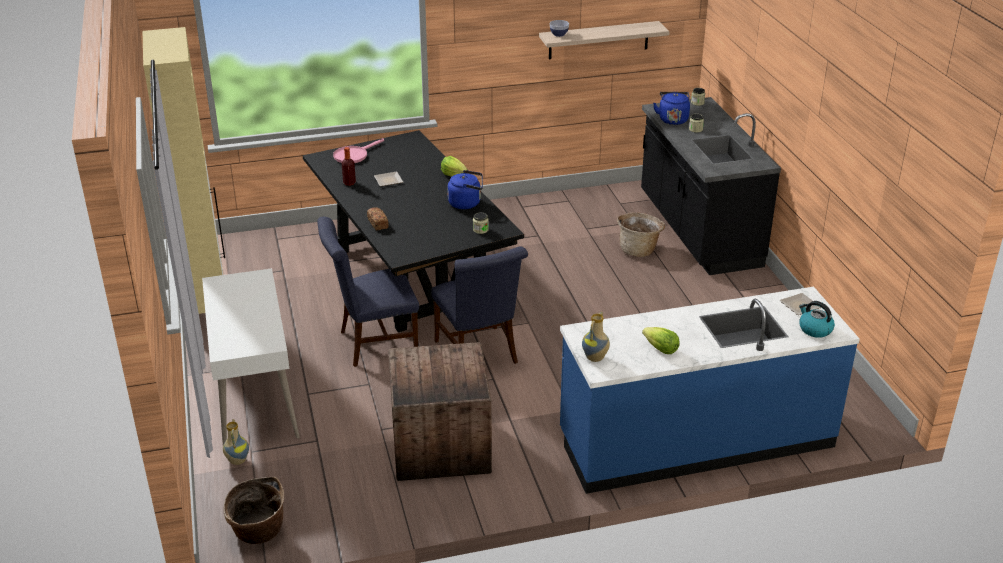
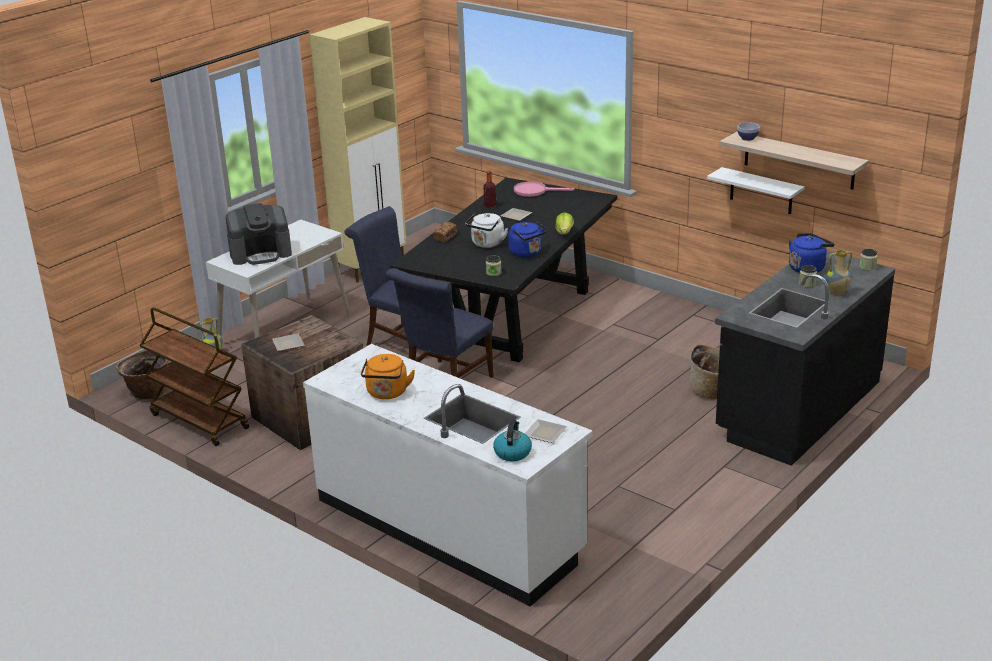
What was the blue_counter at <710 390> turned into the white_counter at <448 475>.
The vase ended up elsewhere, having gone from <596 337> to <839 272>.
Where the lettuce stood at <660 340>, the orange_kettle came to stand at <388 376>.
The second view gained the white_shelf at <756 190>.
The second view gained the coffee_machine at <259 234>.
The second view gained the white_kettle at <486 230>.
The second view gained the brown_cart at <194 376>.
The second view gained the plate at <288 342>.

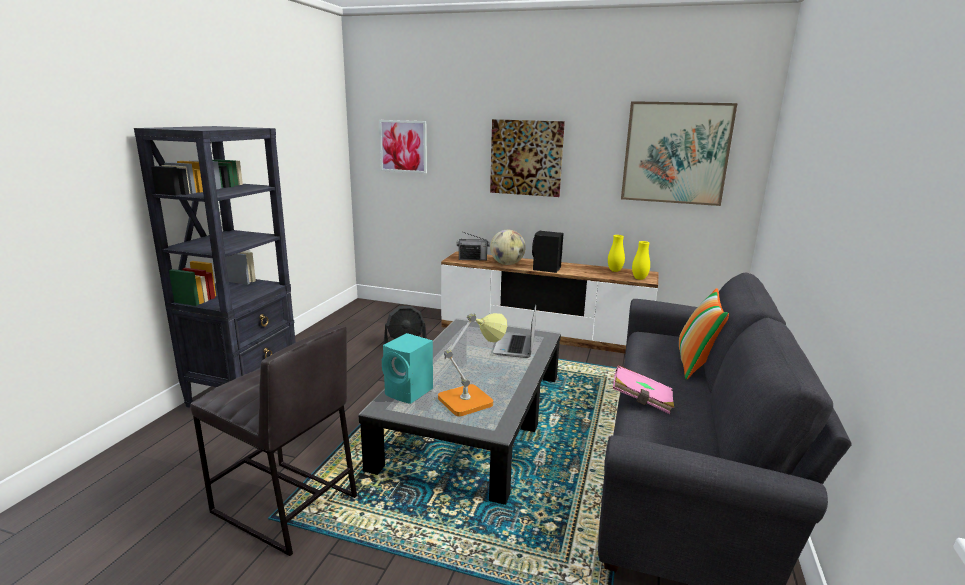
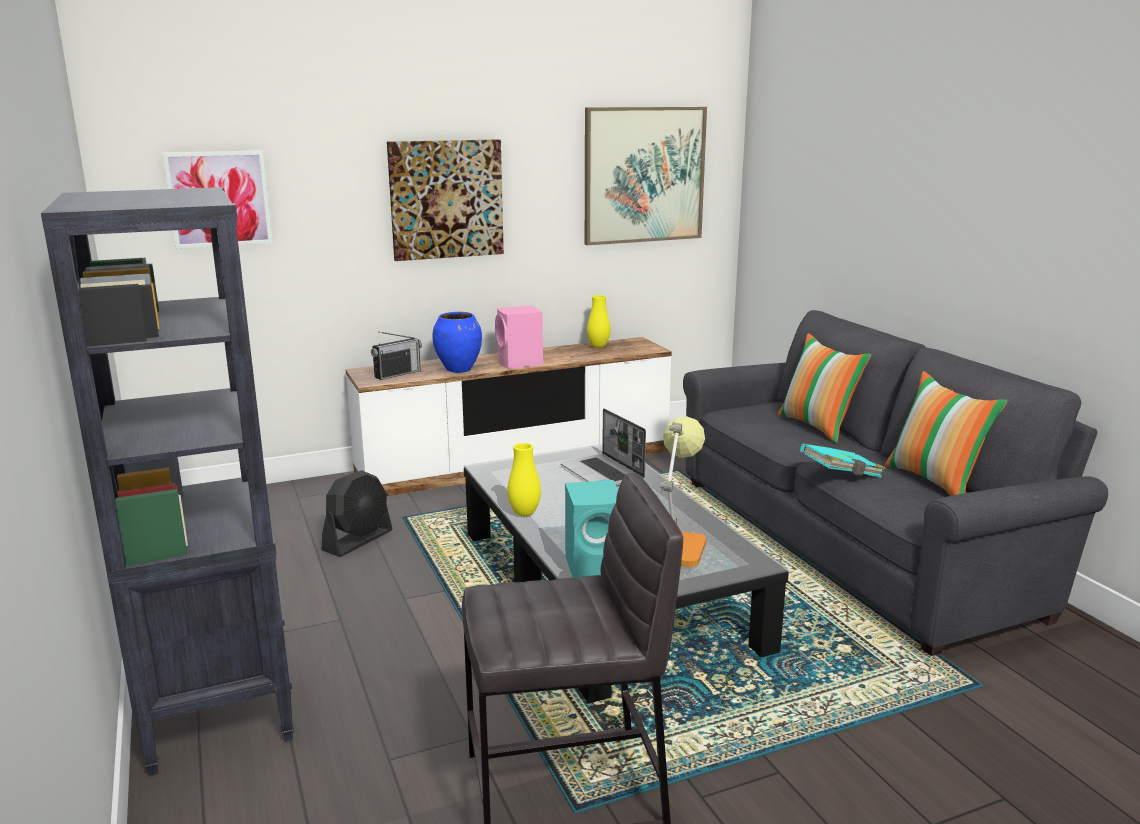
Where the globe stood at <508 247>, the blue_vase came to stand at <457 342>.
What was the black_speaker at <547 252> turned into the pink_speaker at <519 337>.
The yellow_vase ended up elsewhere, having gone from <641 260> to <524 479>.
What was the pink_book at <643 389> turned into the turquoise_book at <843 460>.
The second view gained the pillow at <946 433>.

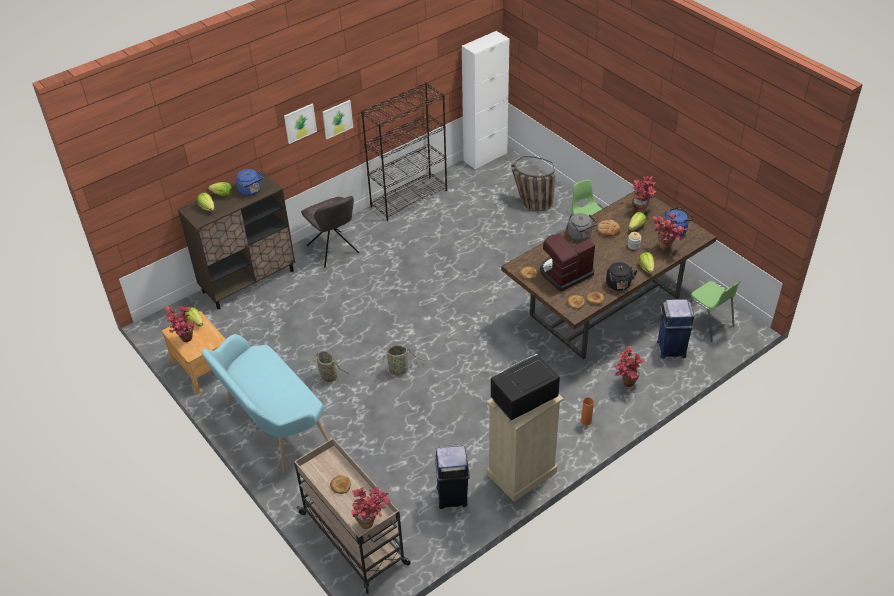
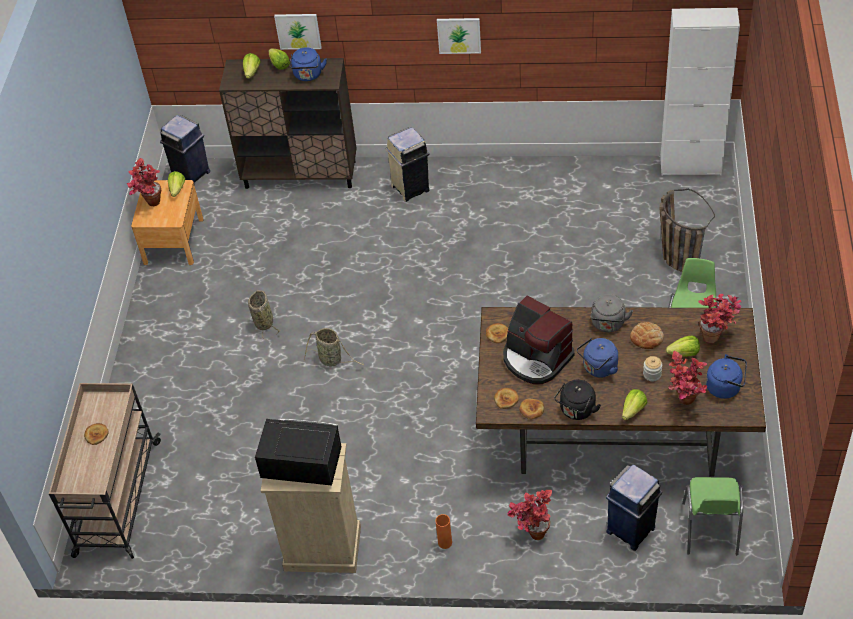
The second view lost the black_bookcase at <404 151>.
The picture ended up elsewhere, having gone from <300 124> to <298 32>.
Where the grey_chair stood at <330 231>, the beige_trash_can came to stand at <407 164>.
The coffee_machine at <567 262> ended up facing another way, 150 degrees counterclockwise from before.
The second view lost the turquoise_bench at <265 403>.
The blue_trash_can ended up elsewhere, having gone from <452 476> to <185 150>.
The second view lost the potted_plant at <371 508>.
The second view gained the blue_kettle at <597 358>.

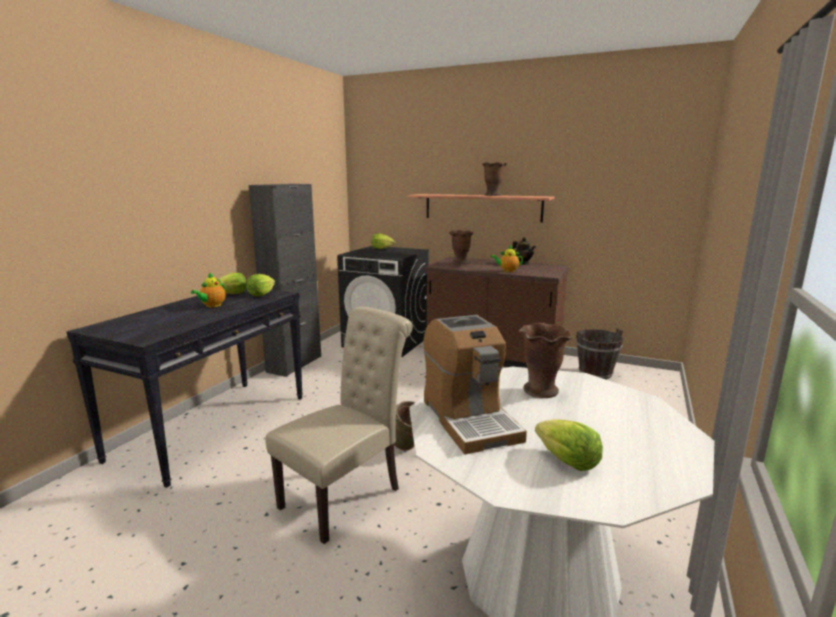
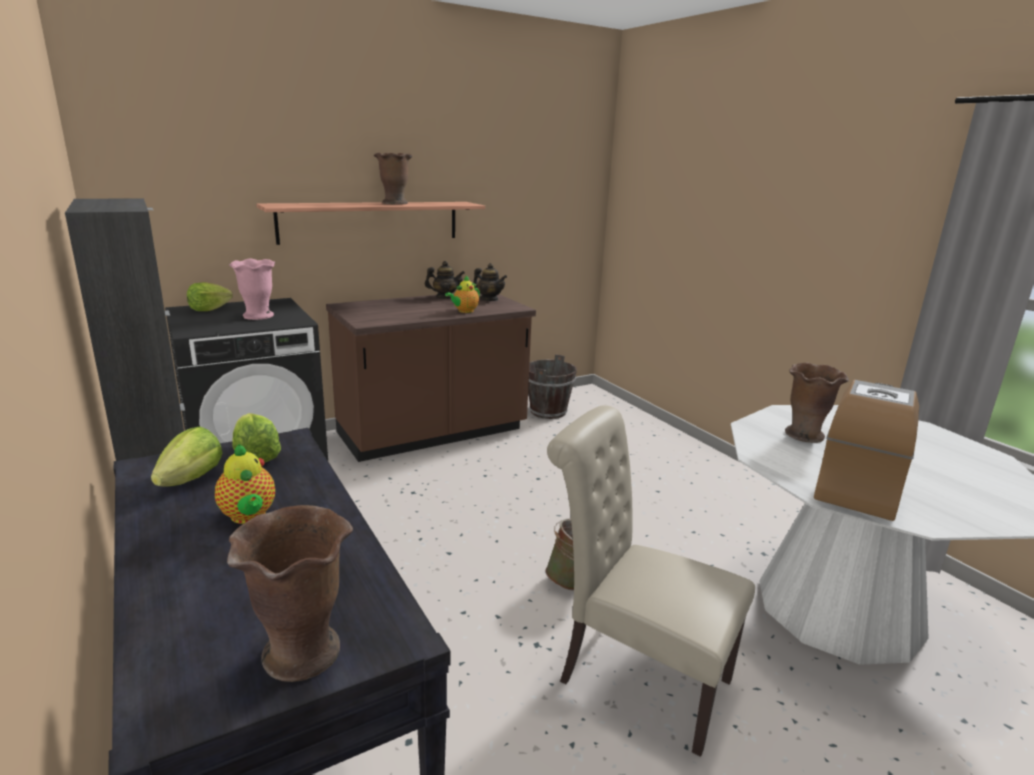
The brown_vase ended up elsewhere, having gone from <461 247> to <290 593>.
The beige_chair at <339 425> ended up facing another way, 45 degrees counterclockwise from before.
The coffee_machine at <475 385> ended up facing another way, 75 degrees counterclockwise from before.
The second view lost the lettuce at <569 445>.
The second view gained the pink_vase at <252 289>.
The second view gained the teapot at <490 282>.

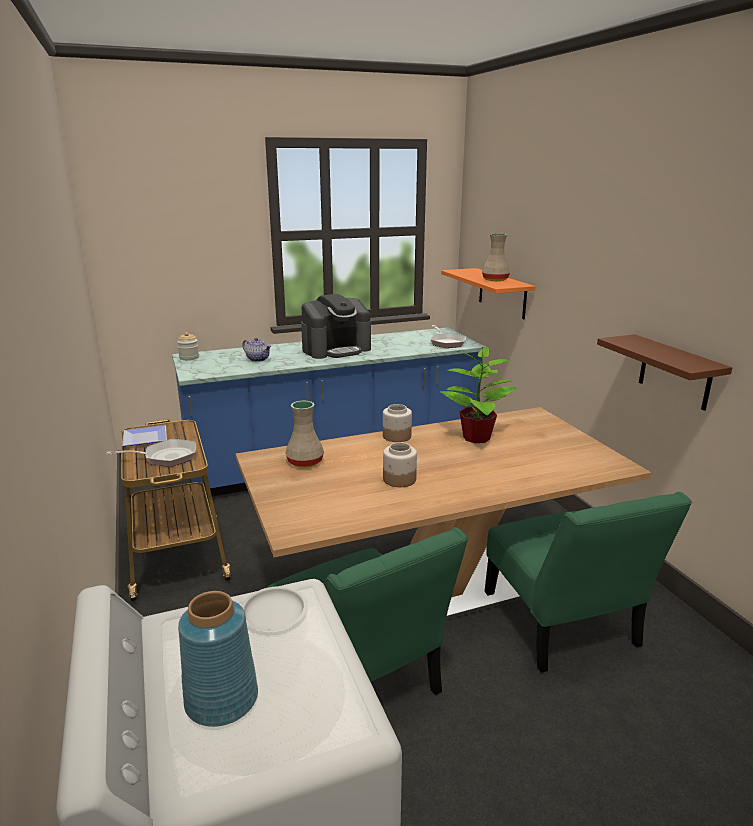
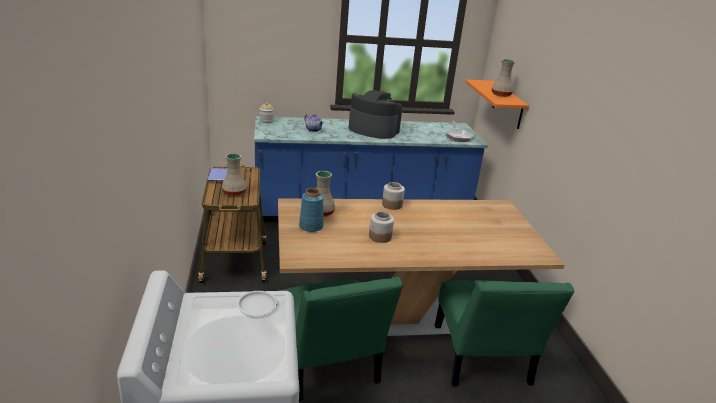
The coffee_machine at <336 326> ended up facing another way, 135 degrees counterclockwise from before.
The second view lost the brown_shelf at <664 372>.
The second view lost the potted_plant at <478 395>.
Where the frying_pan stood at <151 453>, the beige_vase came to stand at <234 174>.
The blue_vase ended up elsewhere, having gone from <218 659> to <311 210>.

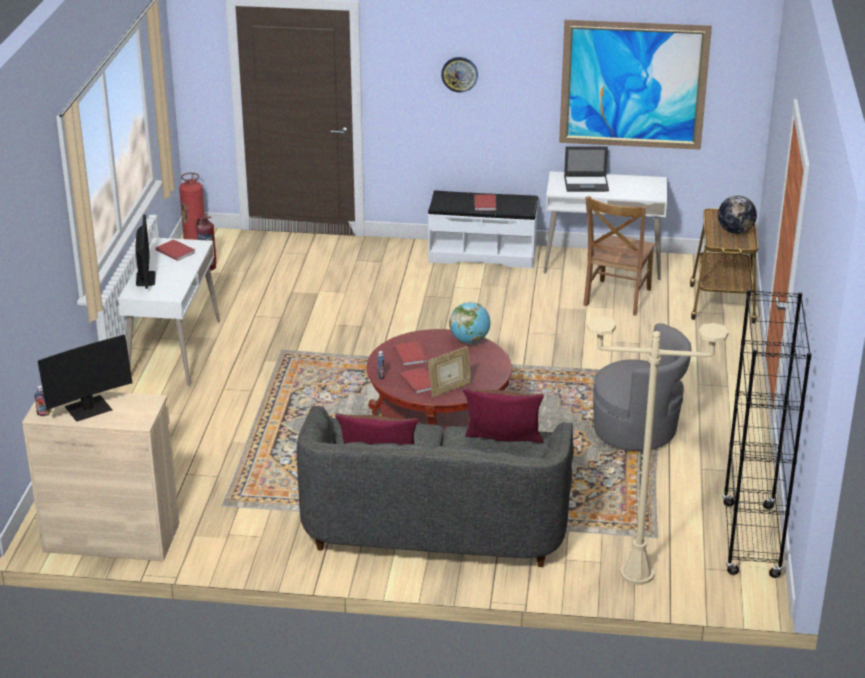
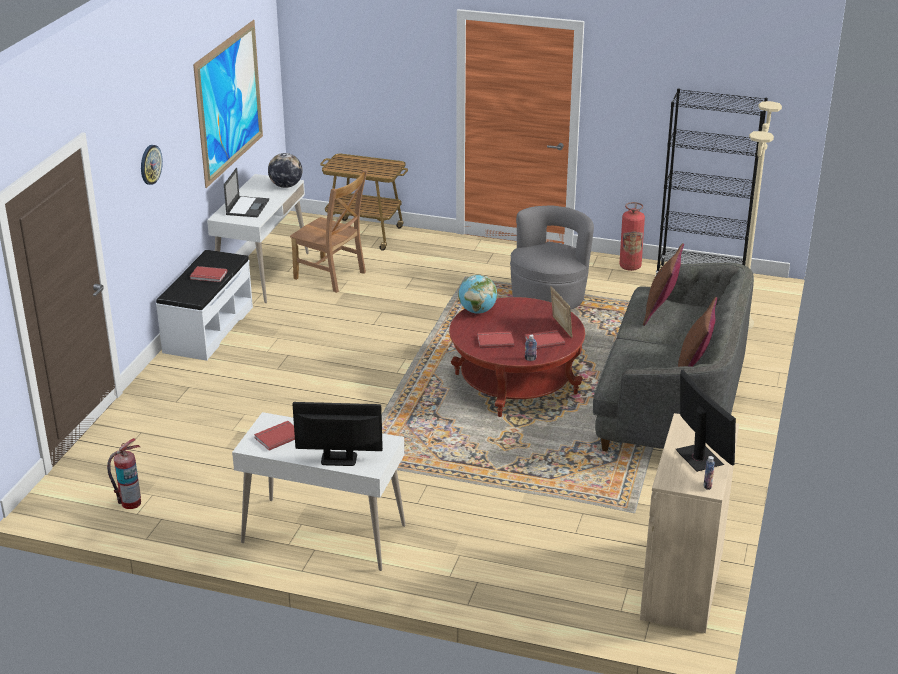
The fire_extinguisher ended up elsewhere, having gone from <192 206> to <632 236>.
The globe ended up elsewhere, having gone from <737 214> to <285 170>.

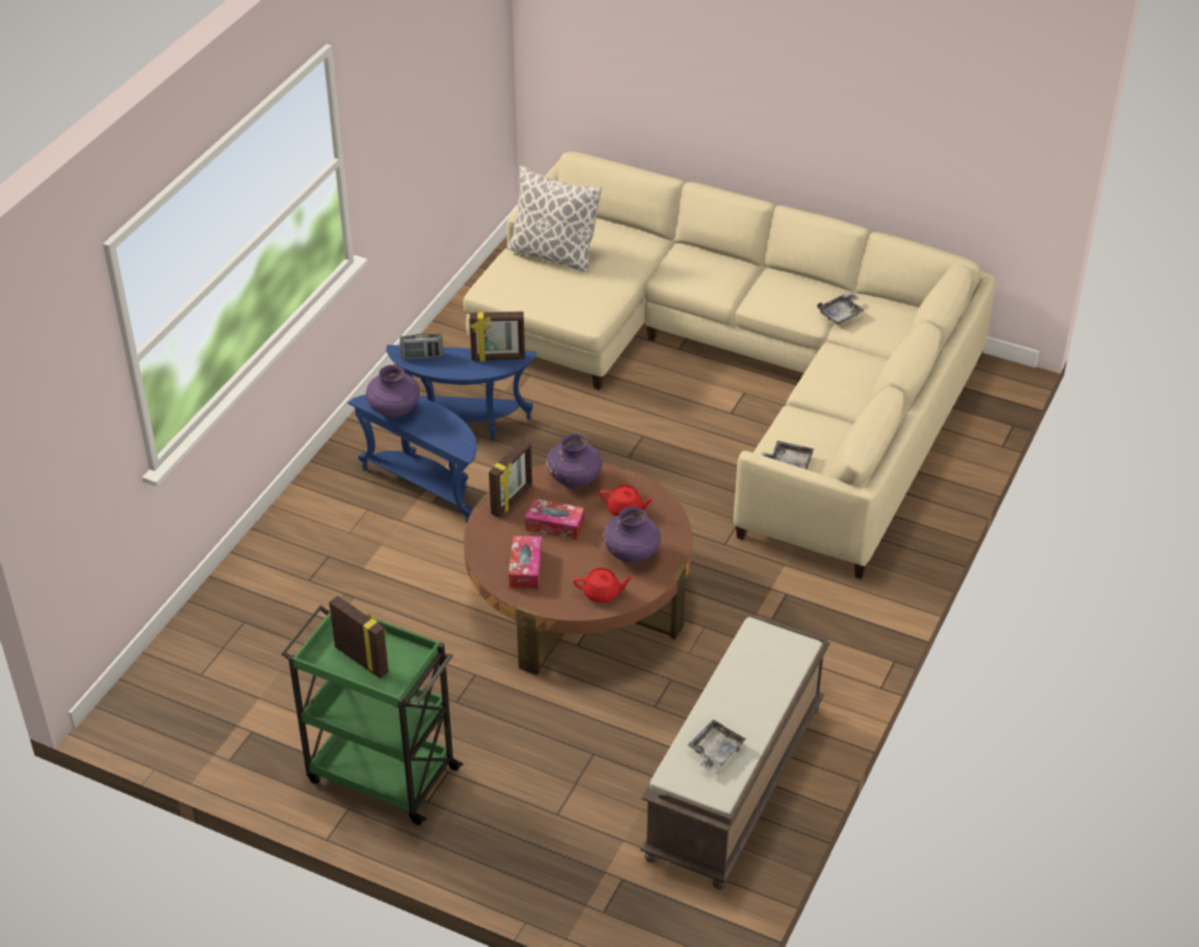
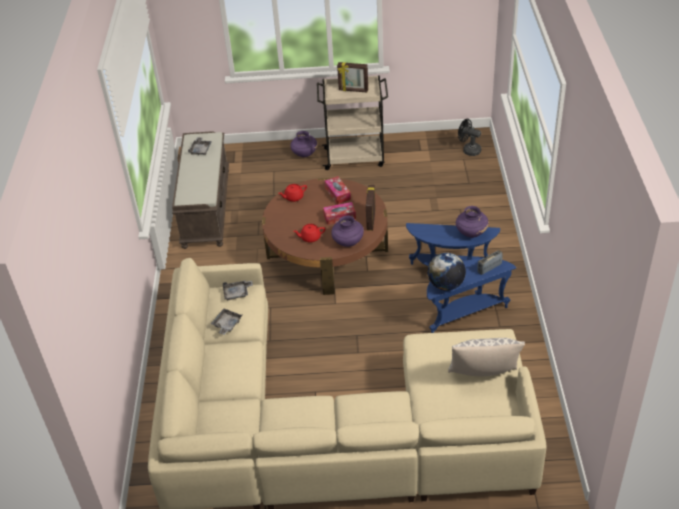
The grey_tray ended up elsewhere, having gone from <841 309> to <226 322>.
Where the picture_frame stood at <497 336>, the globe came to stand at <447 272>.
The purple_vase ended up elsewhere, having gone from <632 535> to <304 144>.
What was the green_cart at <372 715> turned into the beige_cart at <352 122>.
The second view gained the black_fan at <469 137>.

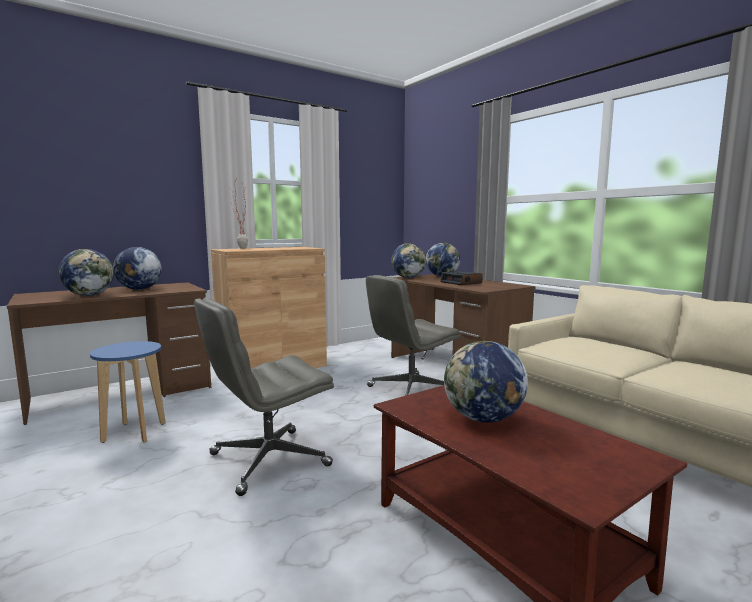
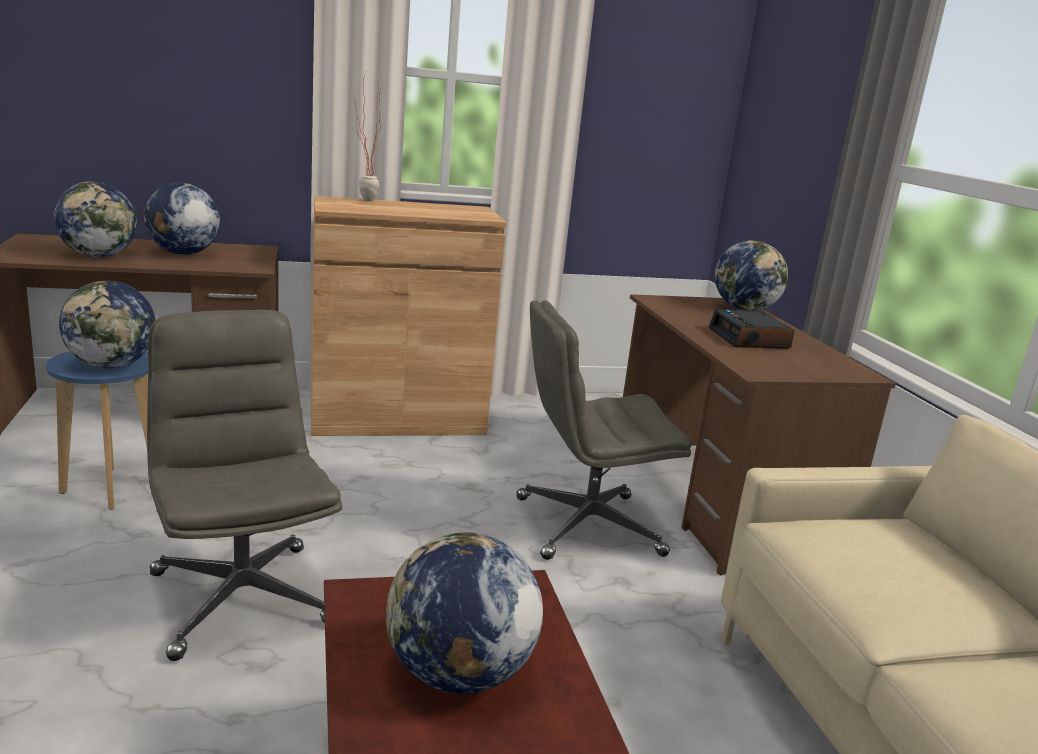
The globe ended up elsewhere, having gone from <408 260> to <107 324>.
The grey_office_chair at <264 396> ended up facing another way, 75 degrees clockwise from before.

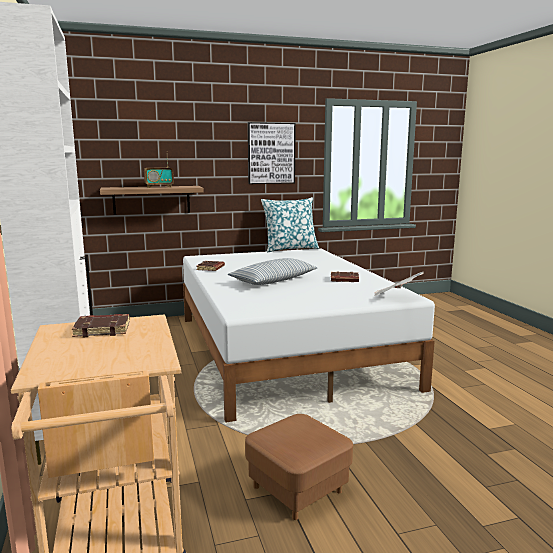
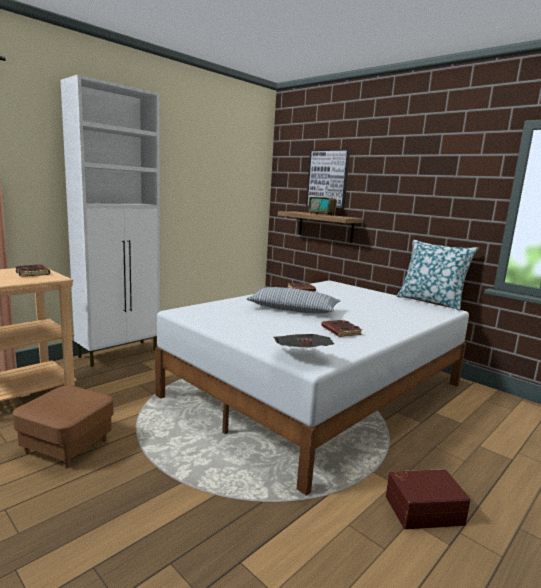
The picture ended up elsewhere, having gone from <272 153> to <328 179>.
The second view gained the brown_storage_box at <428 499>.

